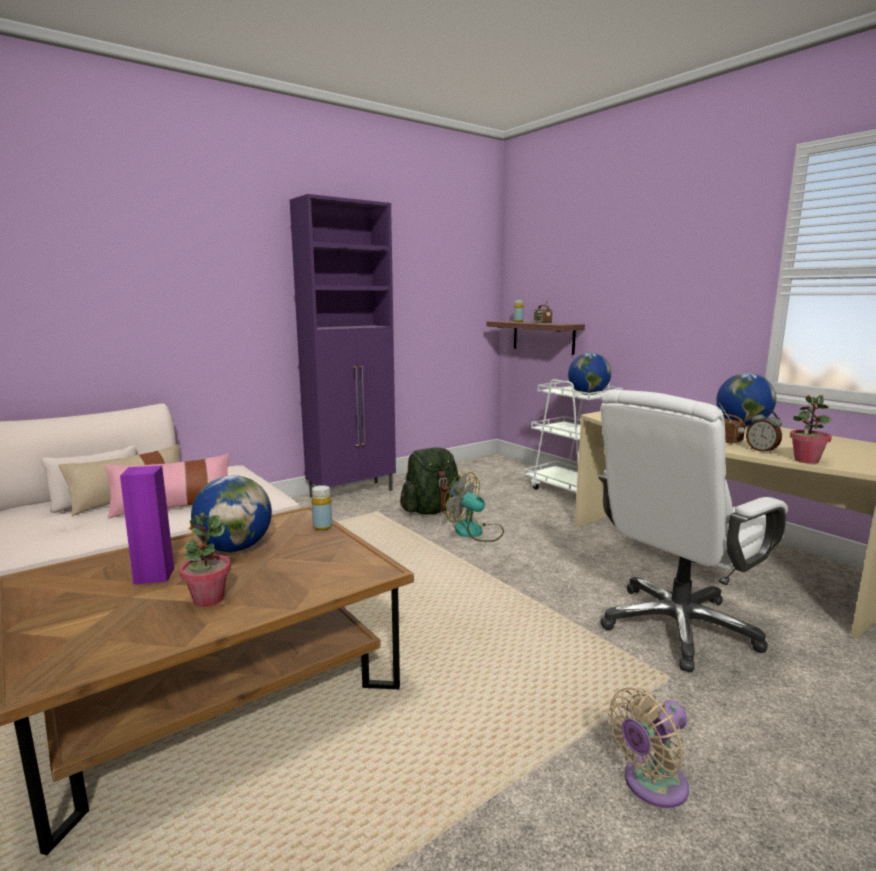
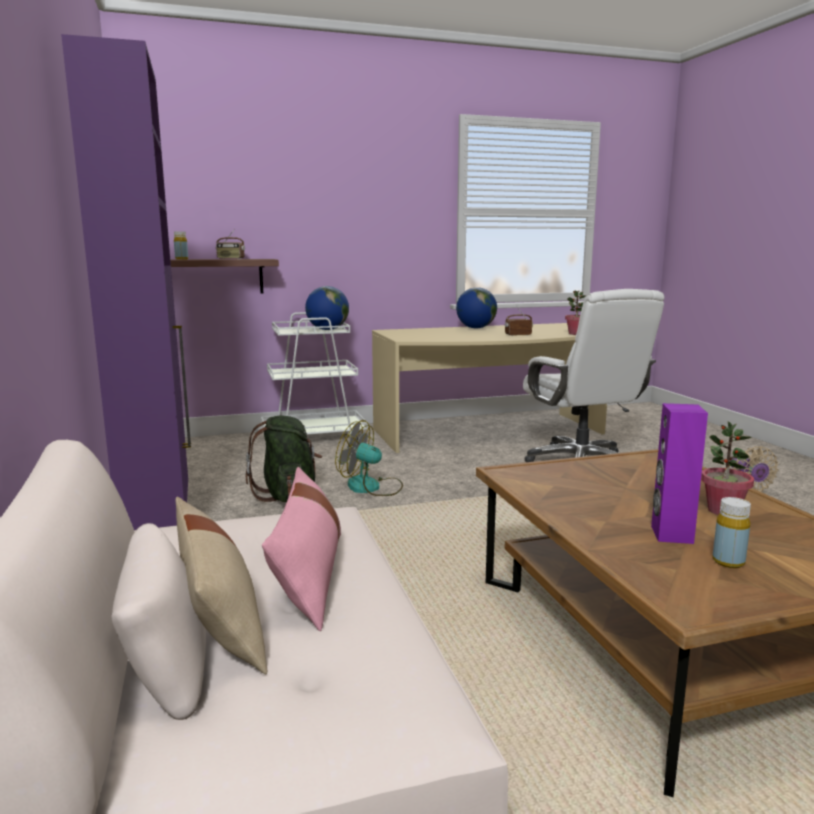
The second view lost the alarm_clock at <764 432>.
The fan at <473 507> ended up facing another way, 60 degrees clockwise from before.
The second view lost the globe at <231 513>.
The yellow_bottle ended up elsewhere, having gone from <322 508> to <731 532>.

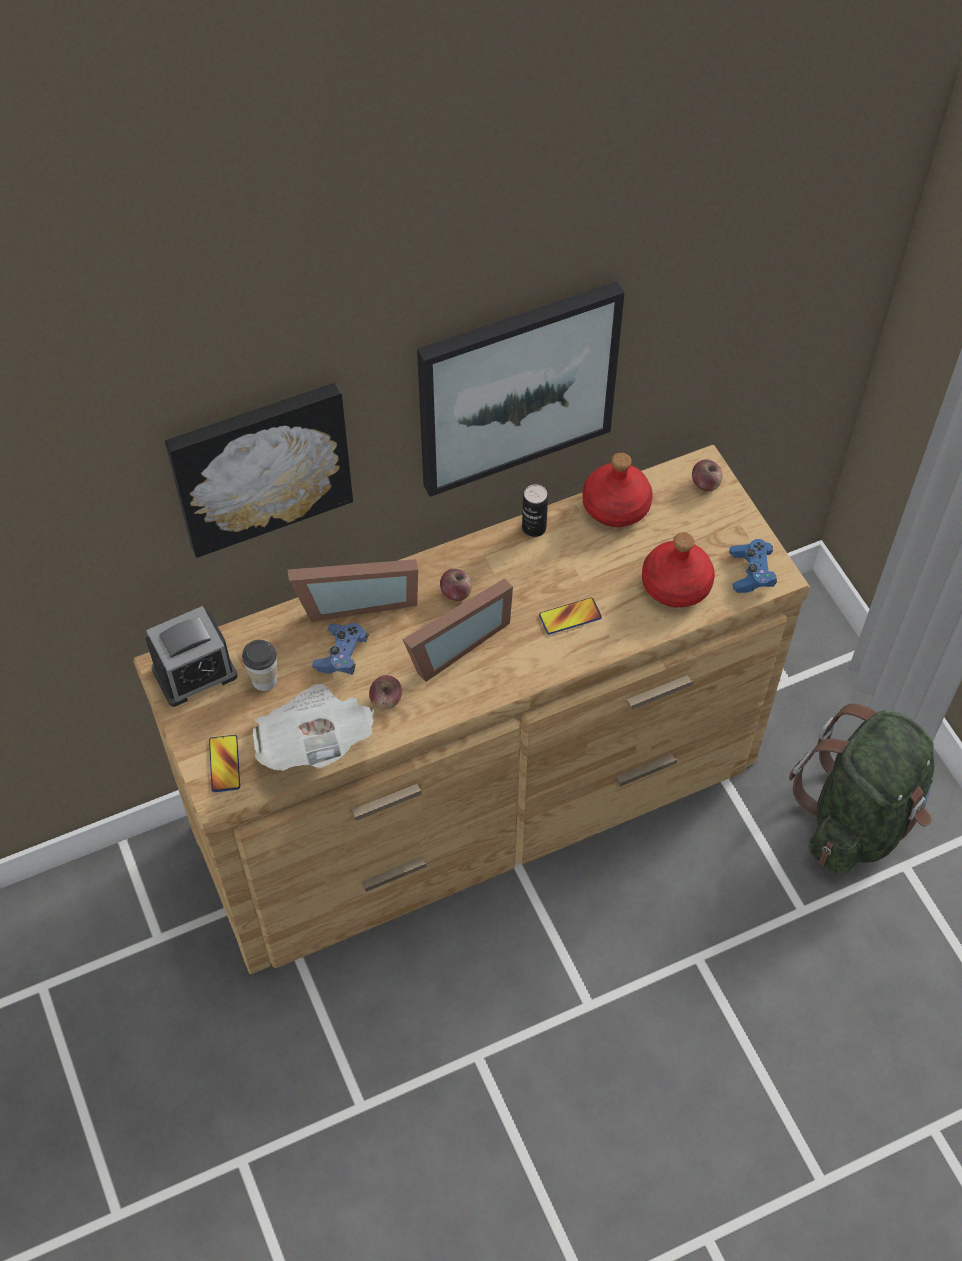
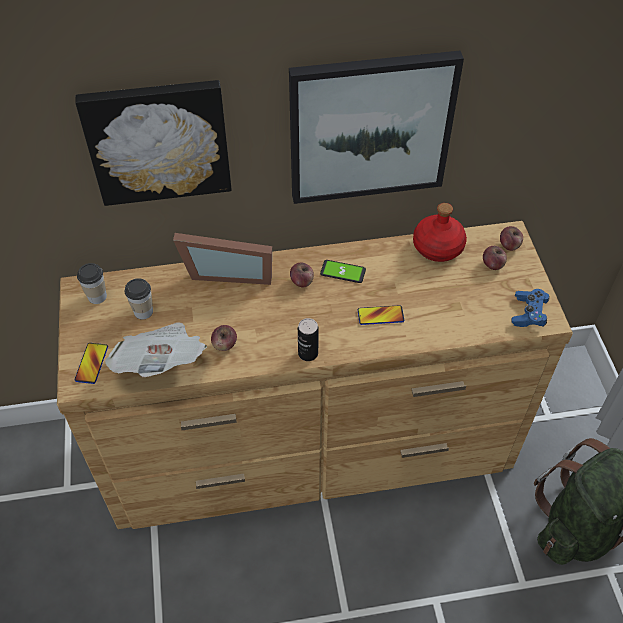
The can ended up elsewhere, having gone from <535 510> to <308 339>.
The second view lost the red_bottle at <678 570>.
The second view lost the picture_frame at <457 630>.
Where the alarm_clock stood at <191 656>, the cup came to stand at <92 283>.
The second view lost the blue_game_controller at <340 649>.
The second view gained the apple at <495 258>.
The second view gained the phone at <343 271>.

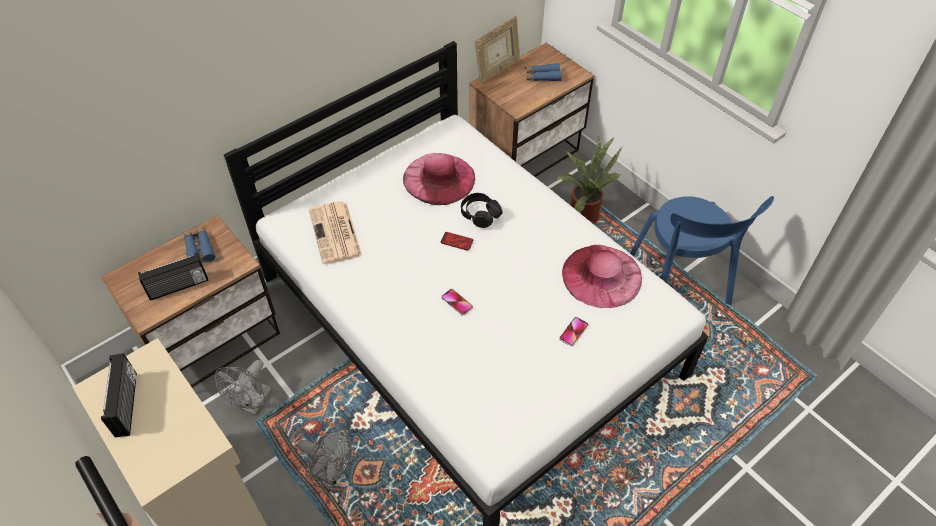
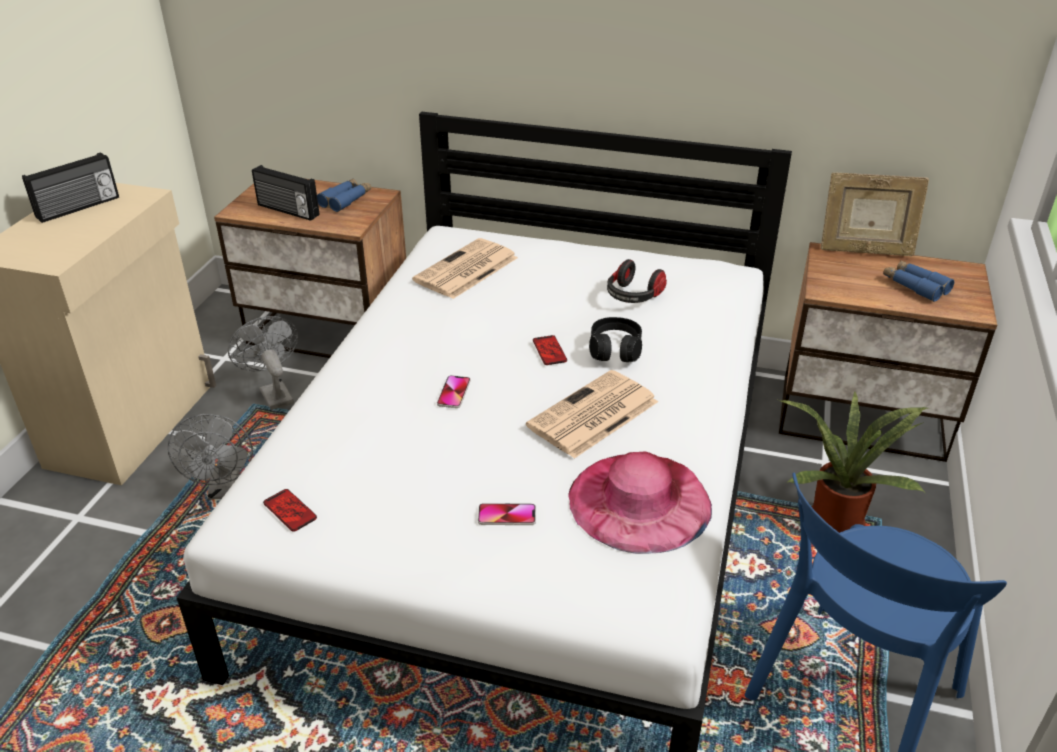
Where the pink_hat stood at <439 179>, the headphones came to stand at <637 281>.
The grey_fan at <243 387> ended up facing another way, 75 degrees clockwise from before.
The second view gained the newspaper at <592 414>.
The second view gained the phone at <290 510>.

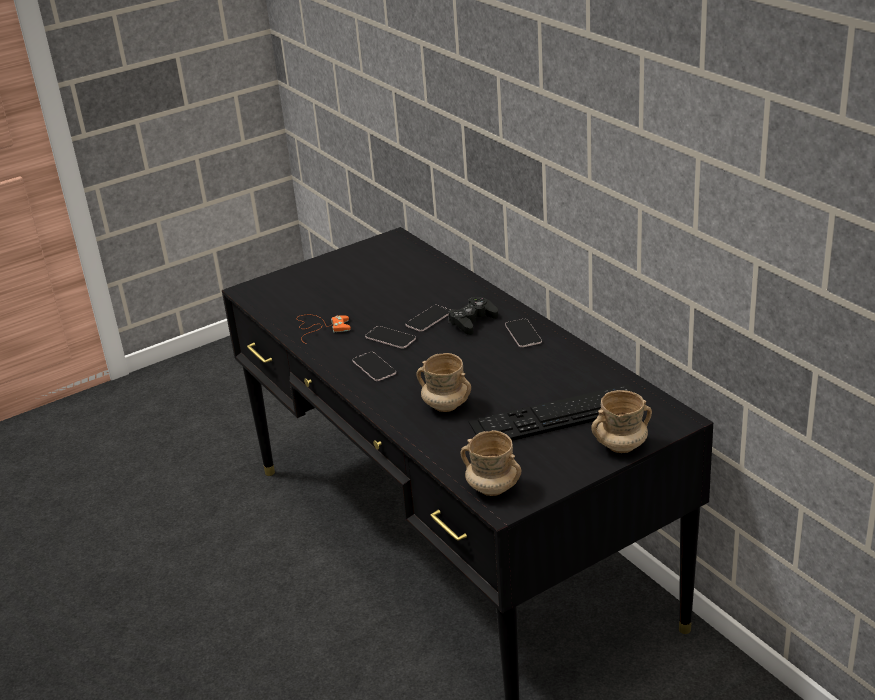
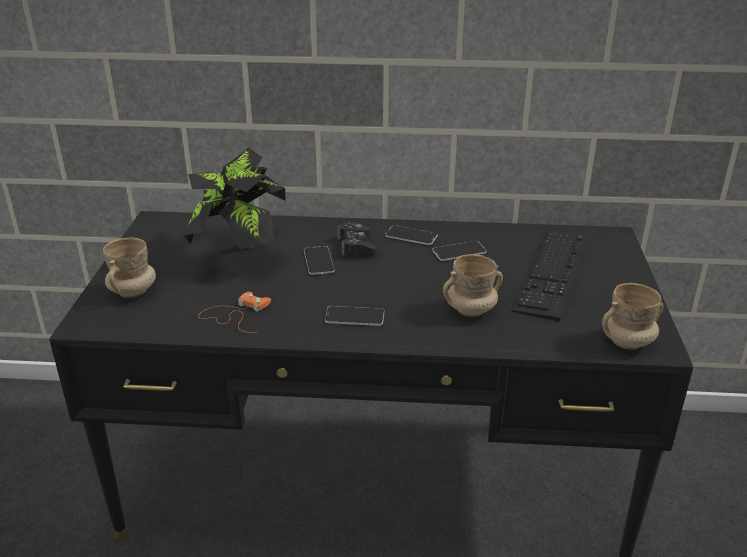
The phone ended up elsewhere, having gone from <390 337> to <459 251>.
The beige_mug ended up elsewhere, having gone from <621 421> to <129 267>.
The second view gained the potted_plant at <235 198>.

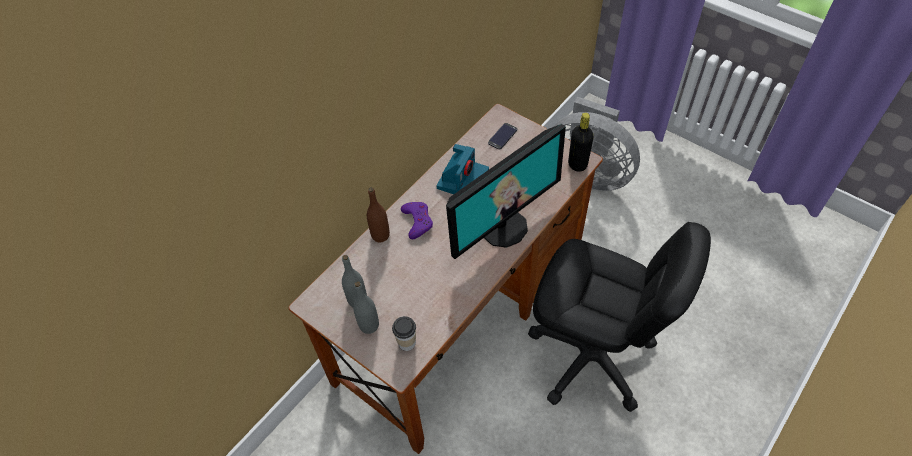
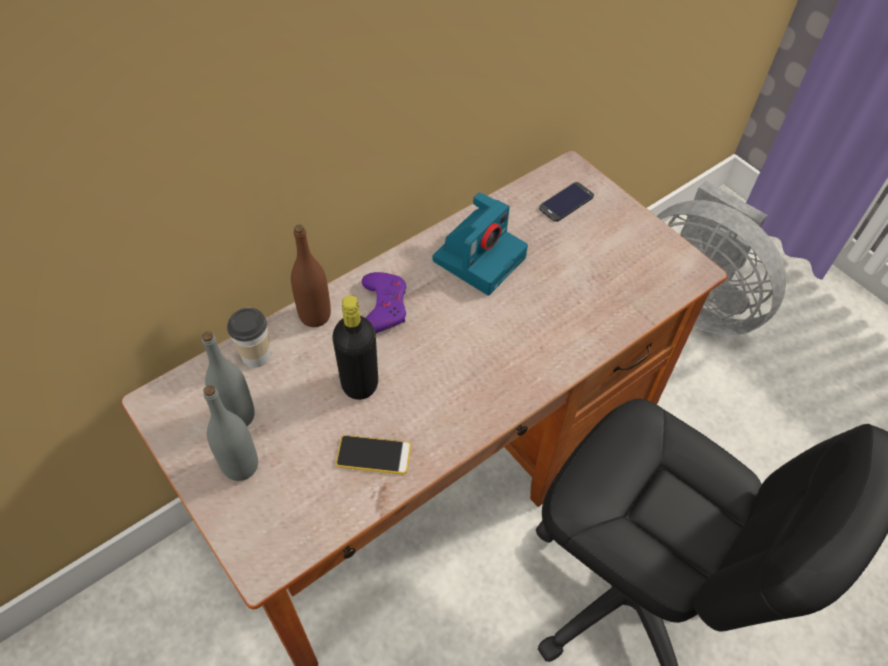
The black_bottle ended up elsewhere, having gone from <581 142> to <355 347>.
The second view lost the monitor at <506 191>.
The cup ended up elsewhere, having gone from <404 333> to <248 338>.
The second view gained the phone at <373 455>.

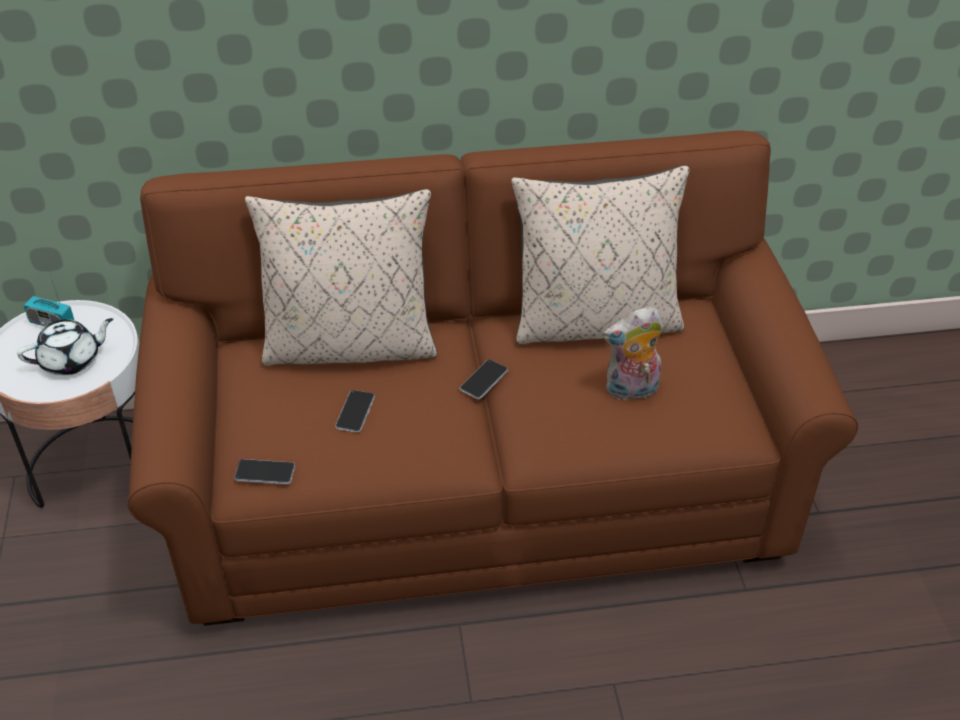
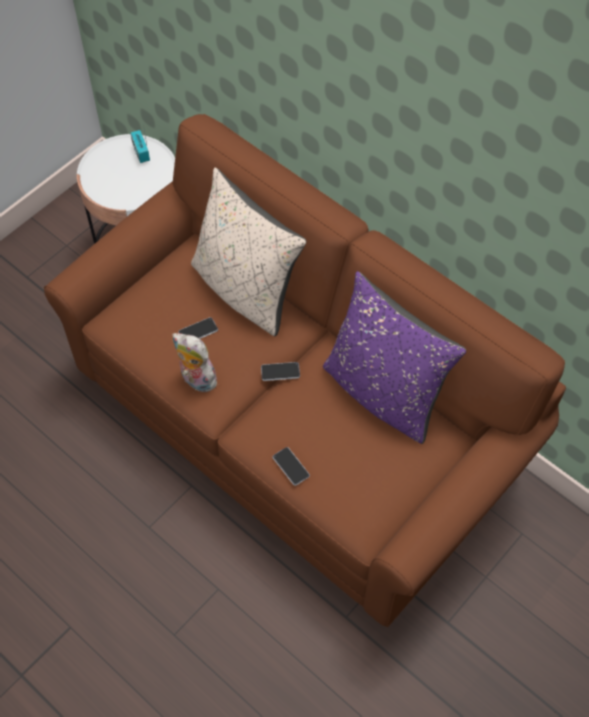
What was the beige_pillow at <600 254> turned into the purple_pillow at <394 357>.
The plush_toy ended up elsewhere, having gone from <633 353> to <194 362>.
The second view lost the white_teapot at <65 346>.
The phone ended up elsewhere, having gone from <264 472> to <291 466>.

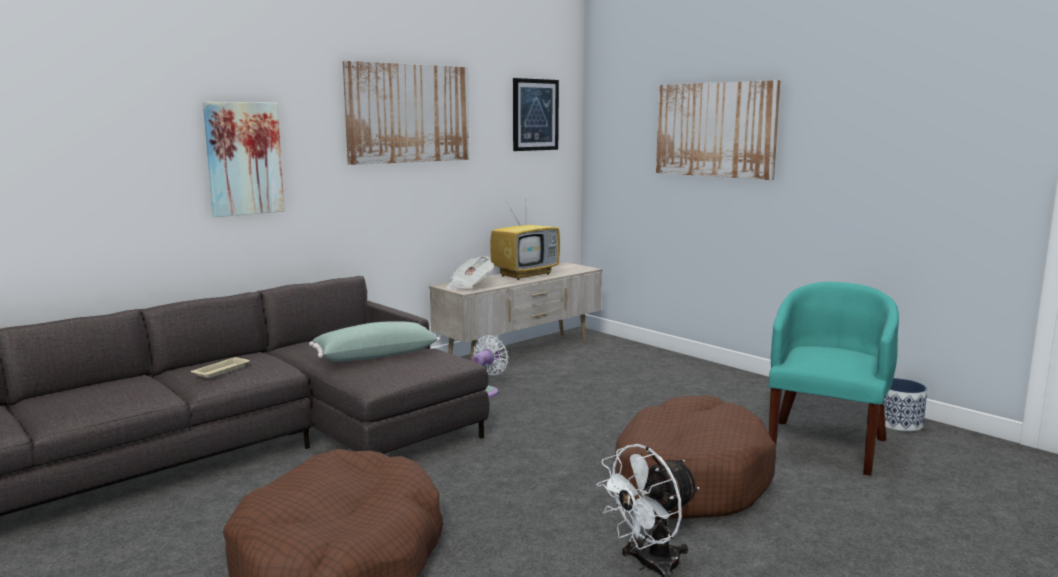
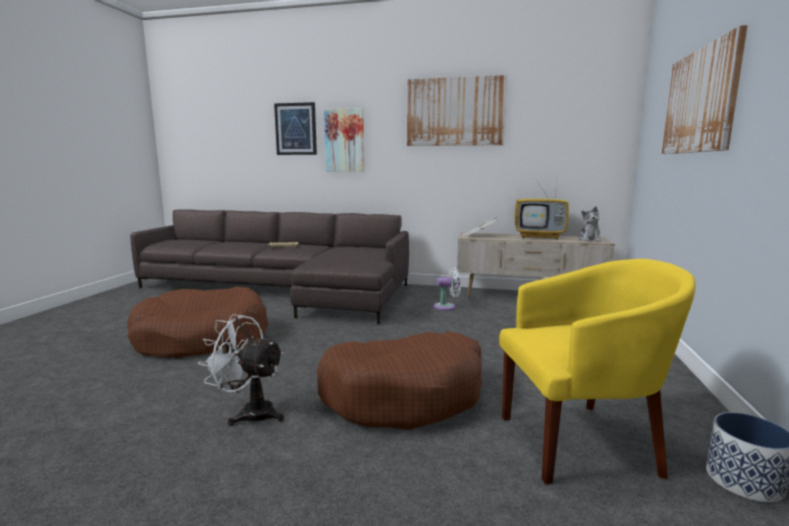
The picture ended up elsewhere, having gone from <536 114> to <295 128>.
What was the turquoise_armchair at <834 379> turned into the yellow_armchair at <597 371>.
The second view lost the green_pillow at <375 341>.
The second view gained the plush_toy at <589 224>.

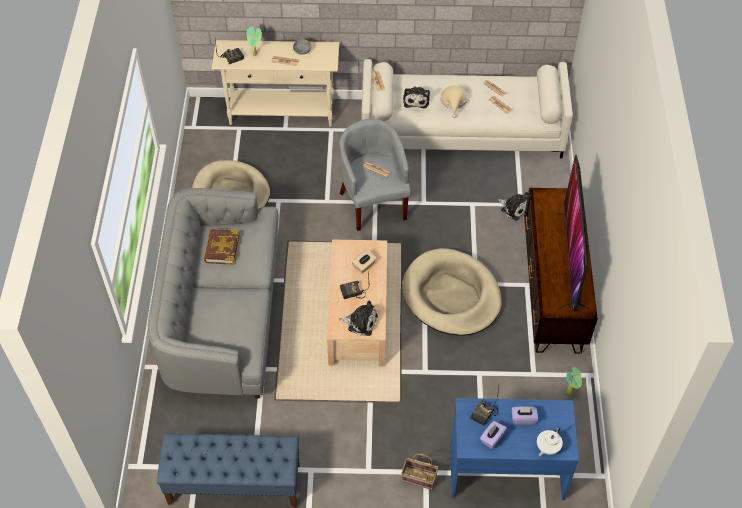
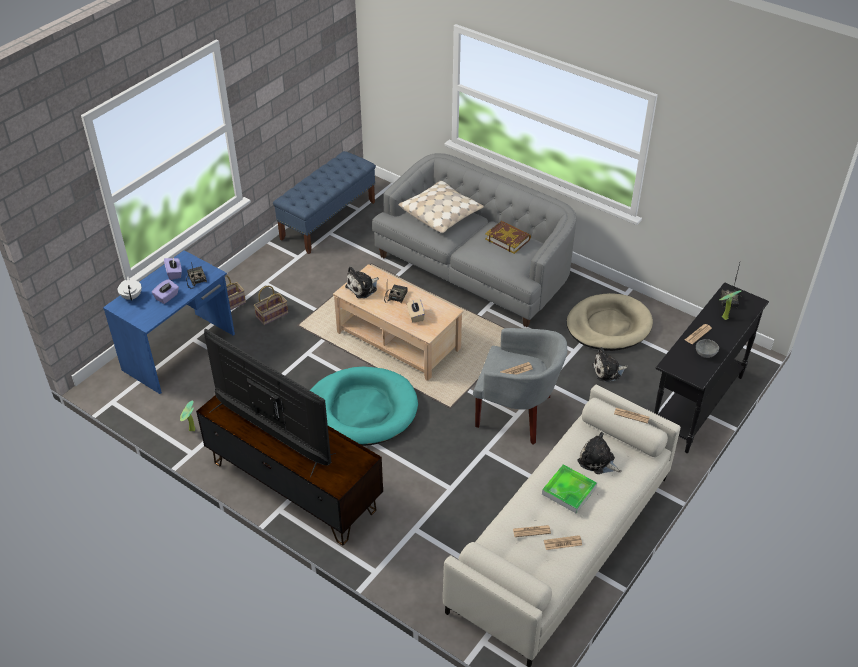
What was the beige_console_table at <275 83> turned into the black_console_table at <711 367>.
Where the beige_hat stood at <454 102>, the tray came to stand at <569 488>.
The plush_toy ended up elsewhere, having gone from <513 206> to <610 364>.
What was the beige_dog_bed at <452 292> turned into the turquoise_dog_bed at <364 406>.
The second view gained the beige_pillow at <441 207>.
The second view gained the basket at <271 305>.

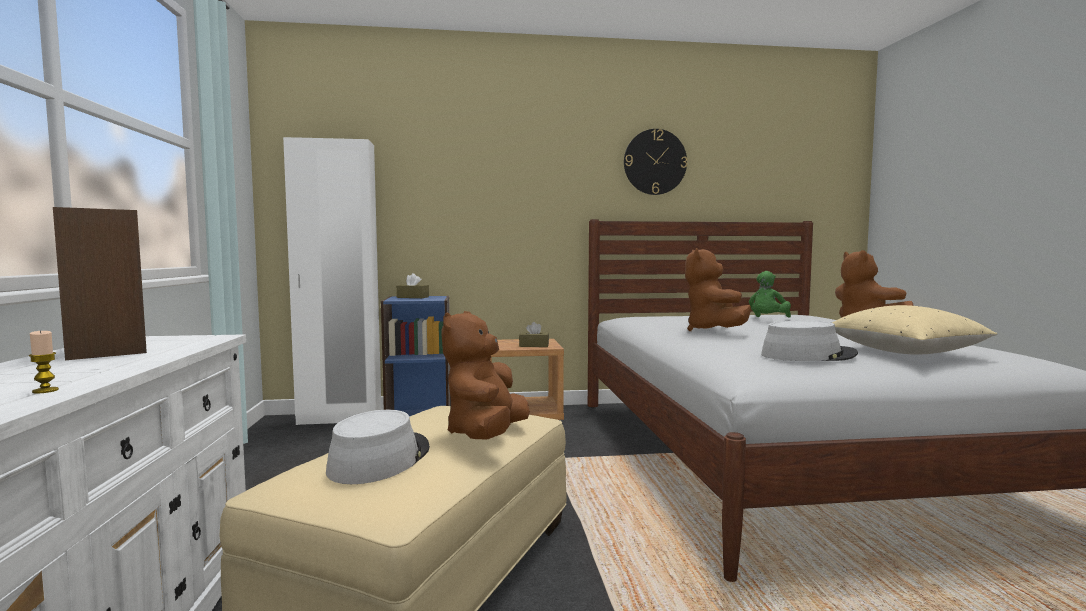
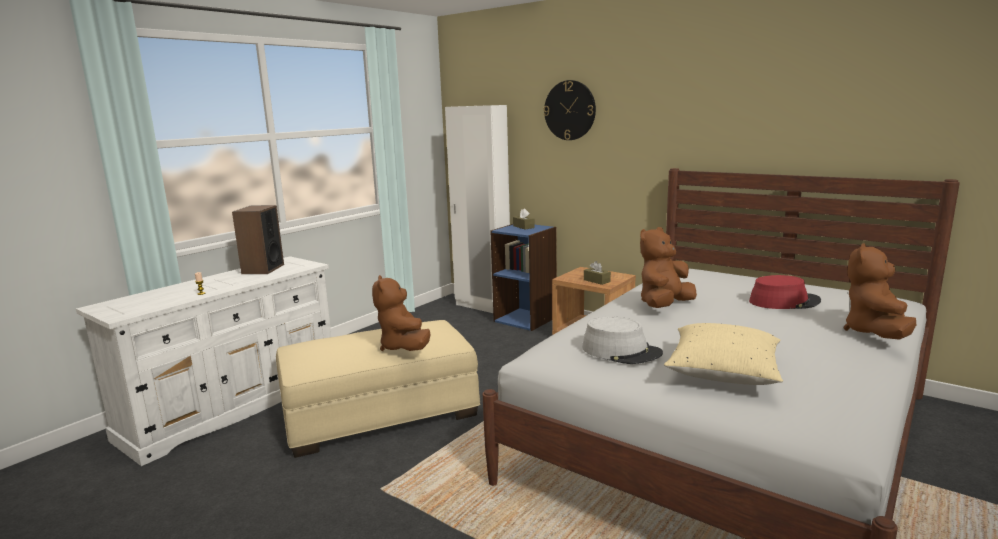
The wall_clock ended up elsewhere, having gone from <655 162> to <570 110>.
Where the green_plush_toy stood at <770 294>, the red_hat came to stand at <785 292>.
The brown_plush_toy at <486 375> ended up facing another way, 75 degrees counterclockwise from before.
The second view lost the grey_hat at <378 447>.

